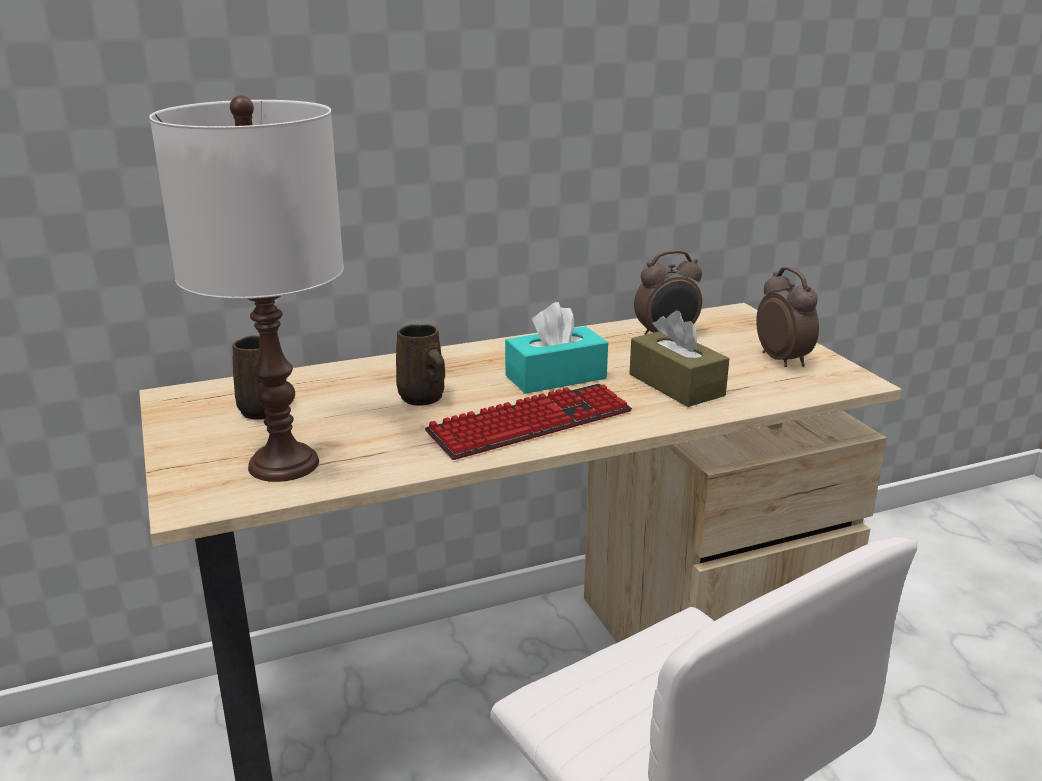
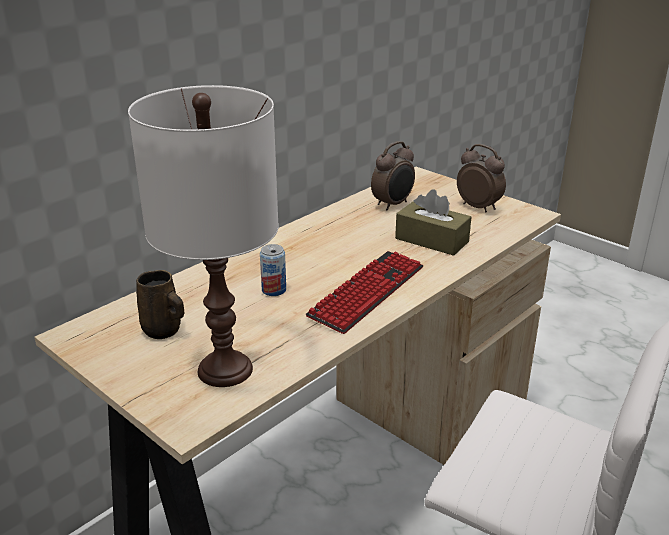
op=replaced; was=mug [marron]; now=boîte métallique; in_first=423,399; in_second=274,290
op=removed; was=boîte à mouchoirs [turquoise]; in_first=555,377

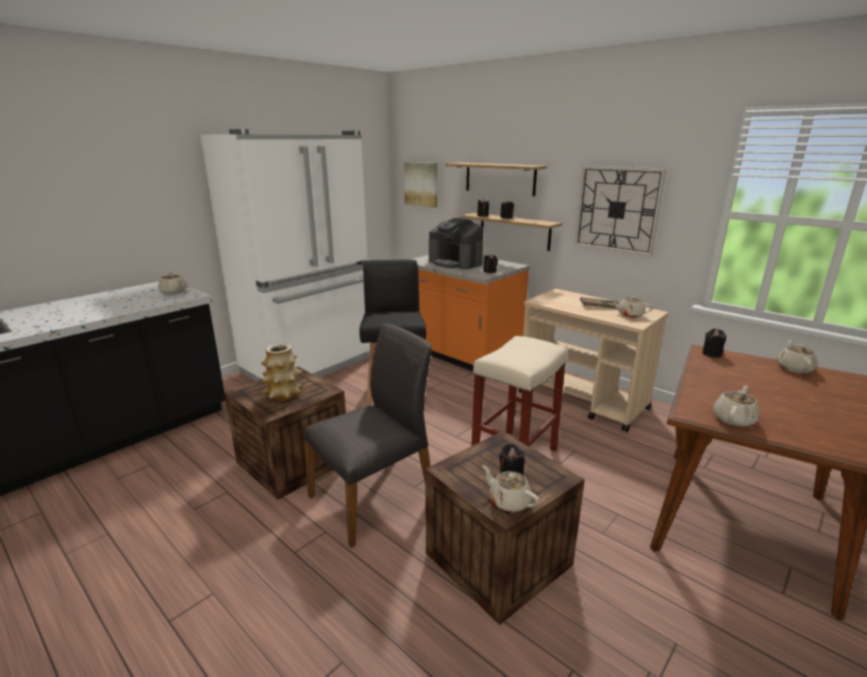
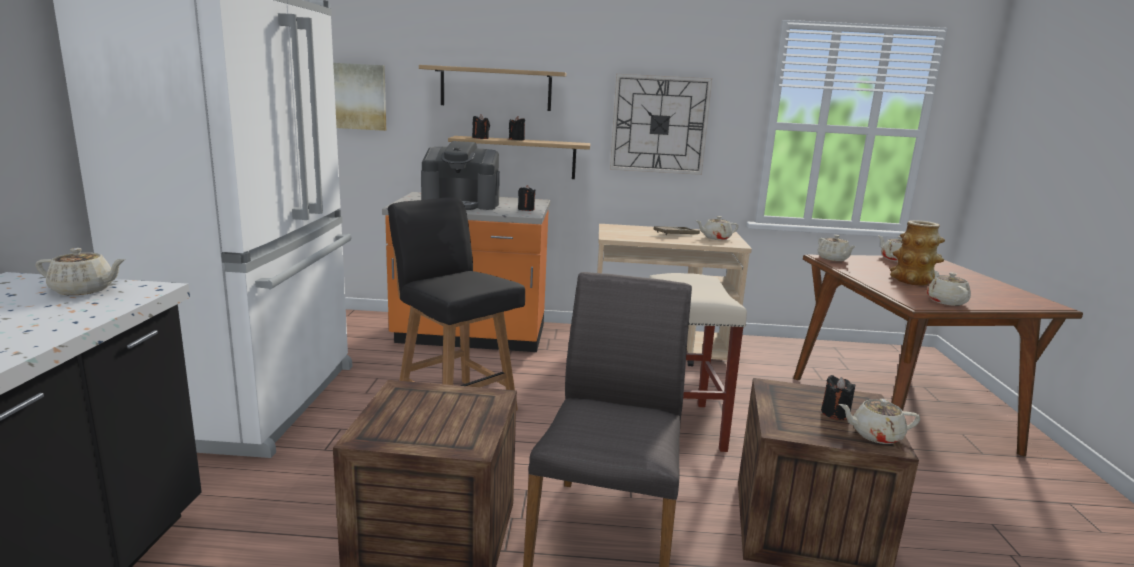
op=moved; was=vase; in_first=283,395; in_second=913,281
op=replaced; was=bougie [noir]; now=théière [beige]; in_first=711,354; in_second=833,259

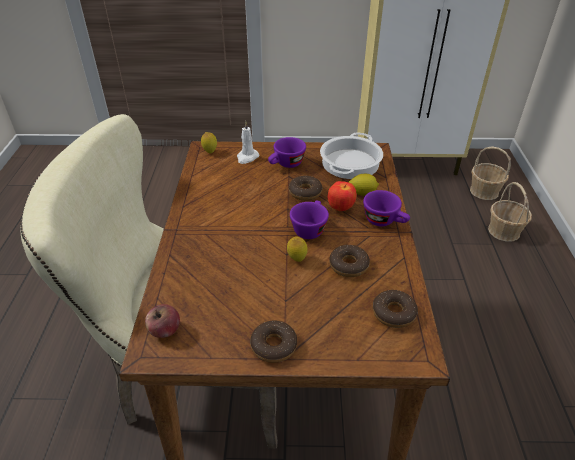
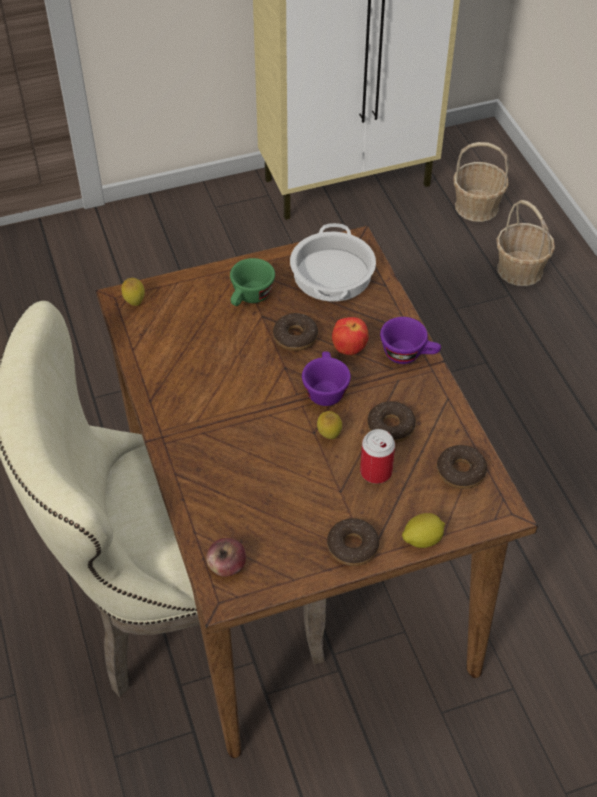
op=removed; was=bougie [blanc]; in_first=247,157
op=recoloured; was=tasse [violet]; now=tasse [vert]; in_first=286,165; in_second=250,298
op=moved; was=citron; in_first=362,193; in_second=422,539
op=added; now=boîte métallique; in_second=376,471

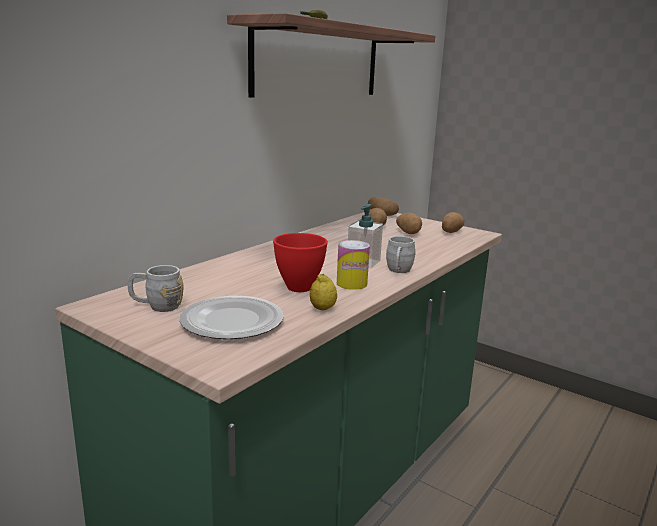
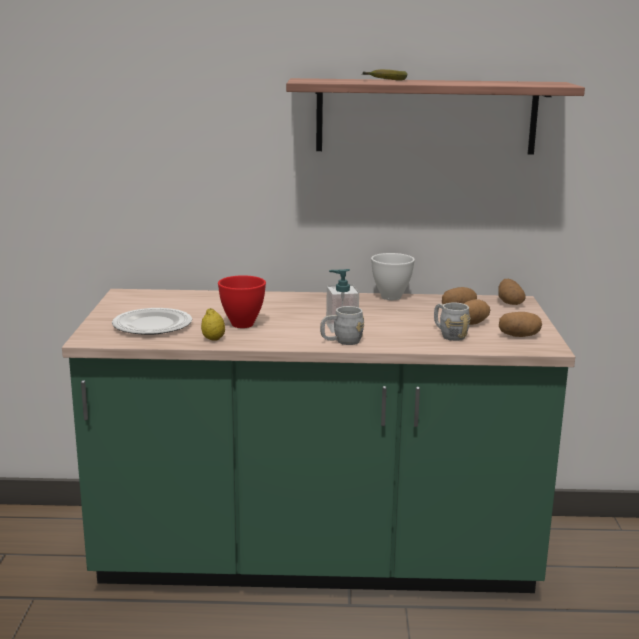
op=moved; was=mug [gris]; in_first=156,306; in_second=449,335
op=removed; was=boîte métallique; in_first=351,283
op=added; now=bol [blanc]; in_second=390,297

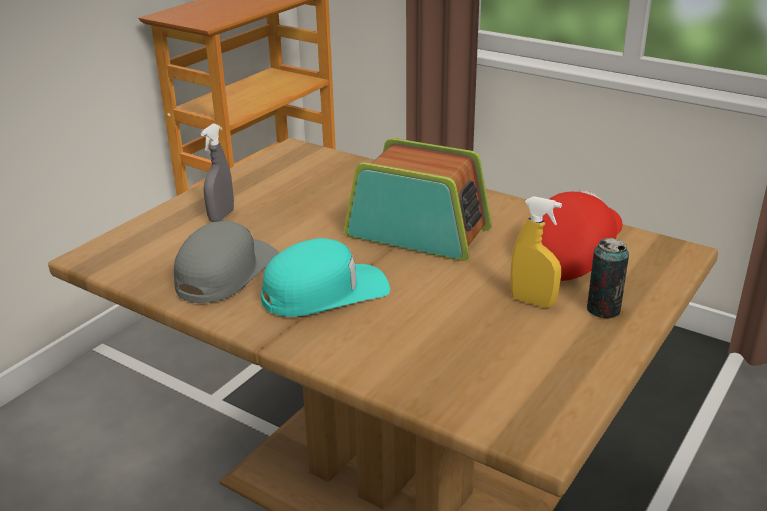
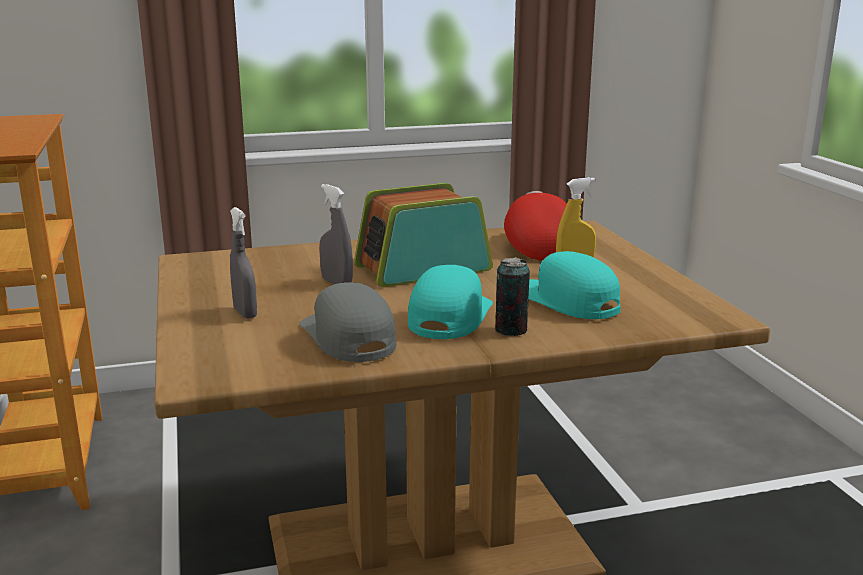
op=moved; was=boîte métallique; in_first=603,309; in_second=511,330
op=added; now=vaporisateur [gris]; in_second=336,283
op=added; now=casquette [turquoise]; in_second=565,301

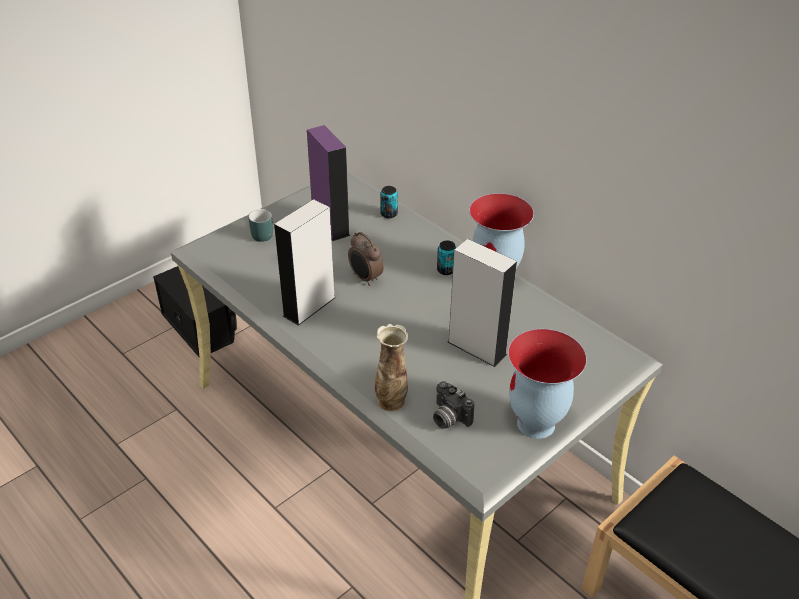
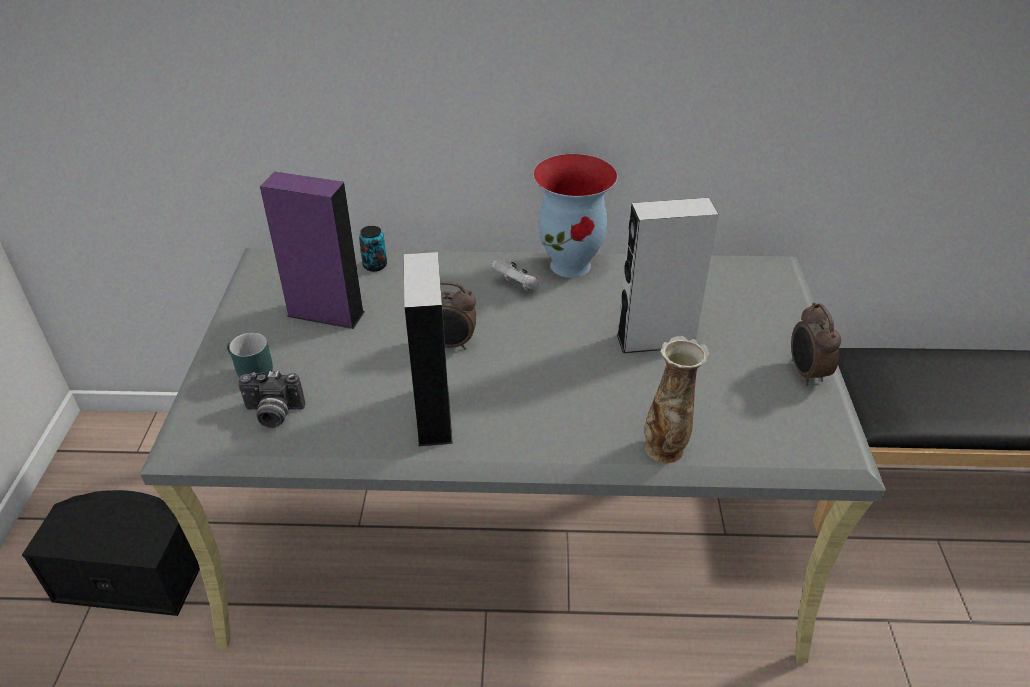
op=moved; was=appareil photo; in_first=448,418; in_second=273,414
op=replaced; was=boîte métallique; now=manette [blanc]; in_first=446,270; in_second=517,286
op=replaced; was=vase; now=réveil; in_first=536,425; in_second=806,373

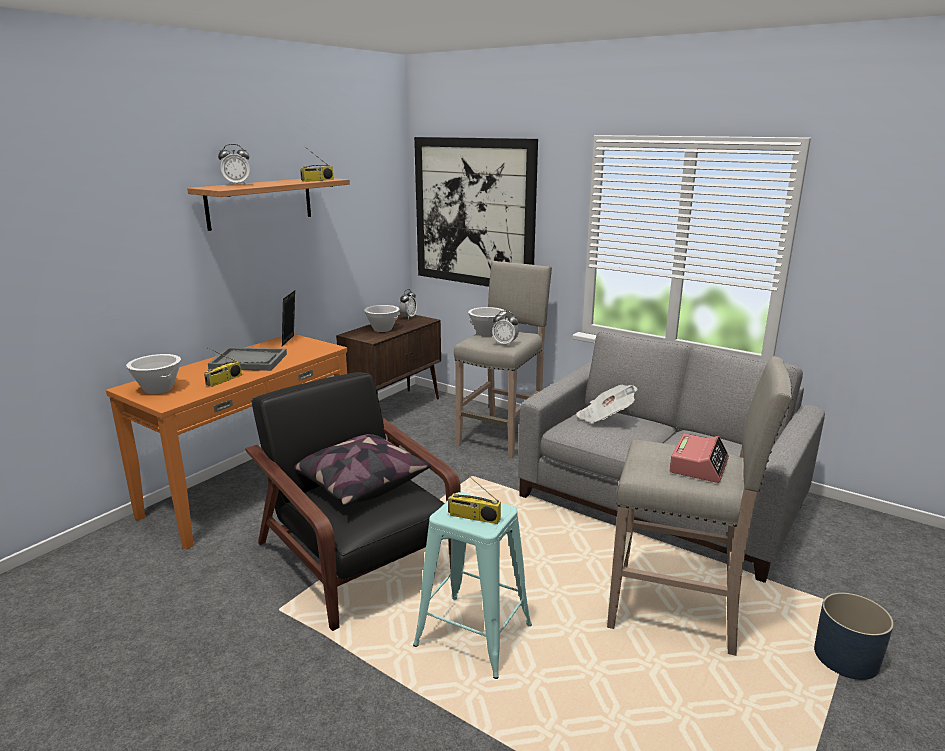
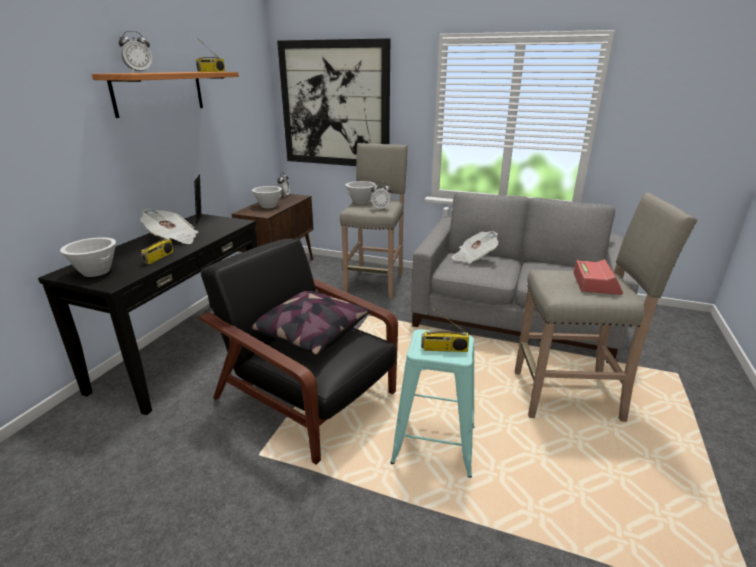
op=recoloured; was=table console [orange]; now=table console [noir]; in_first=252,487; in_second=185,350
op=replaced; was=plateau [gris]; now=journal; in_first=249,361; in_second=173,239
op=removed; was=cache-pot [bleu]; in_first=845,657

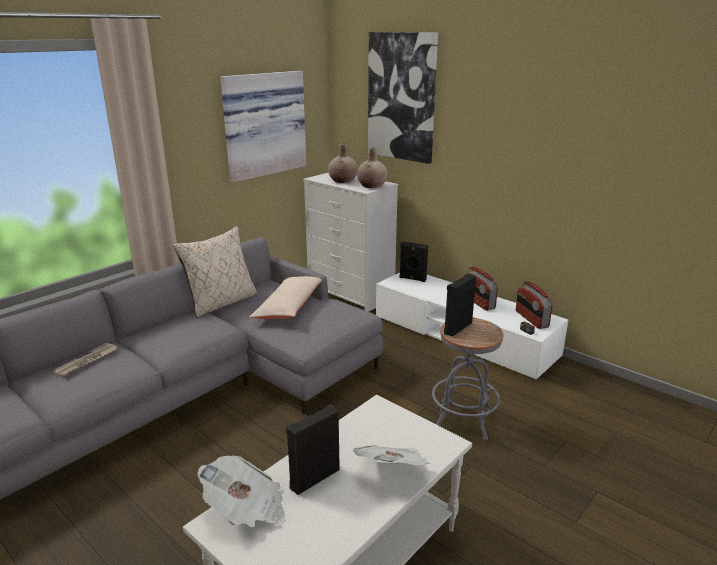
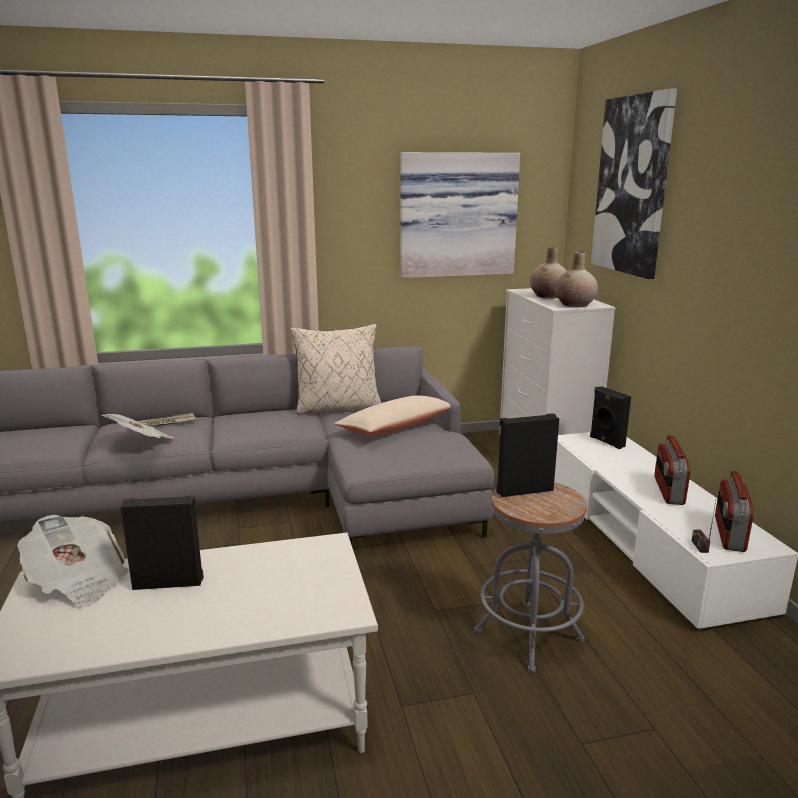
op=moved; was=journal; in_first=393,470; in_second=141,442

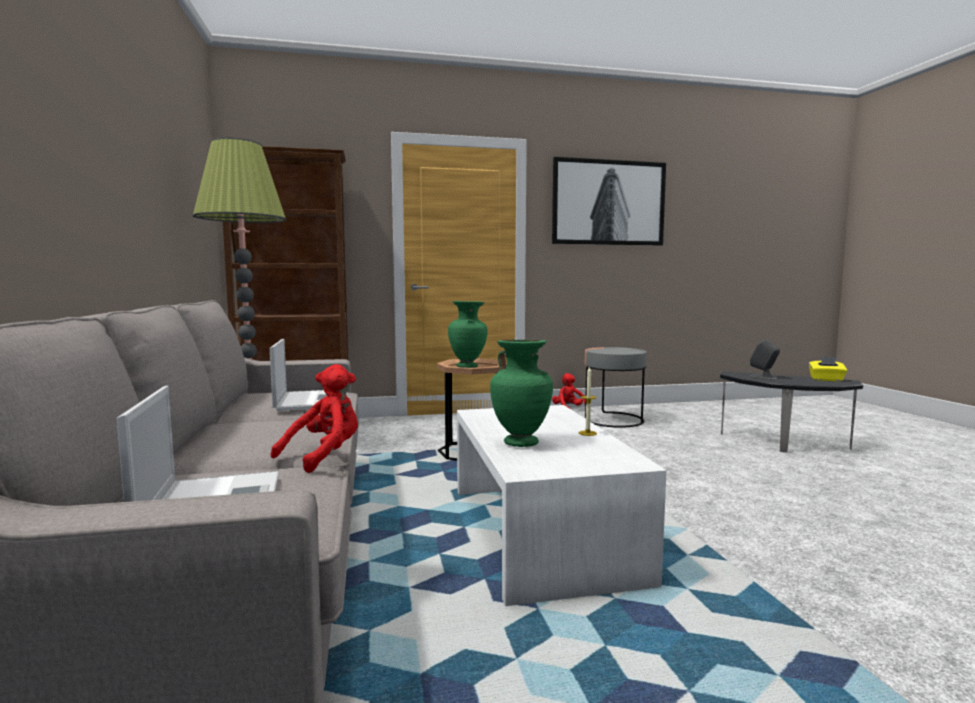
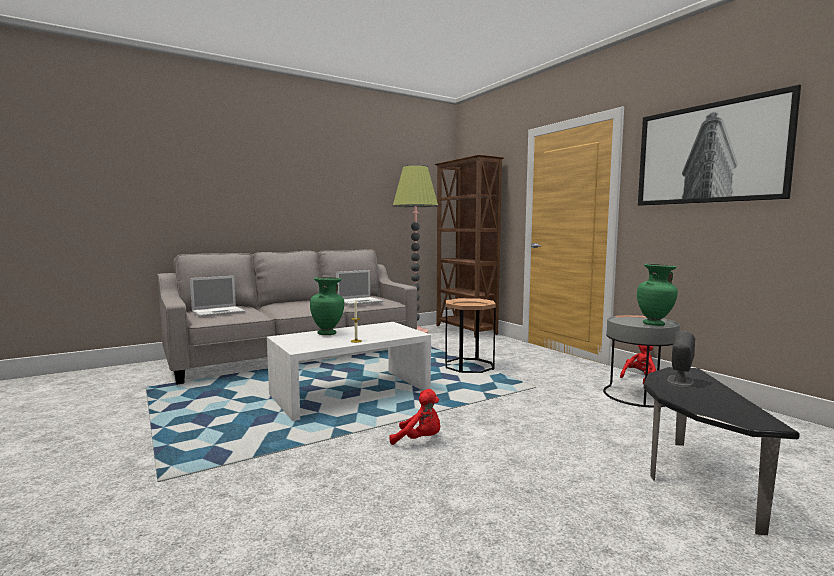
op=moved; was=peluche [rouge]; in_first=324,456; in_second=419,440
op=moved; was=vase [vert]; in_first=468,367; in_second=654,324
op=removed; was=boîte à mouchoirs [jaune]; in_first=826,380

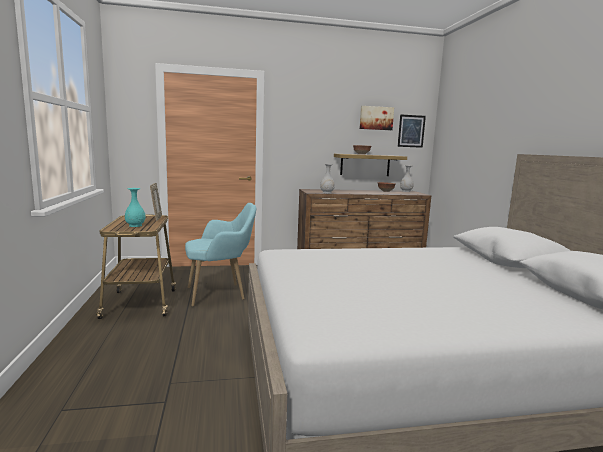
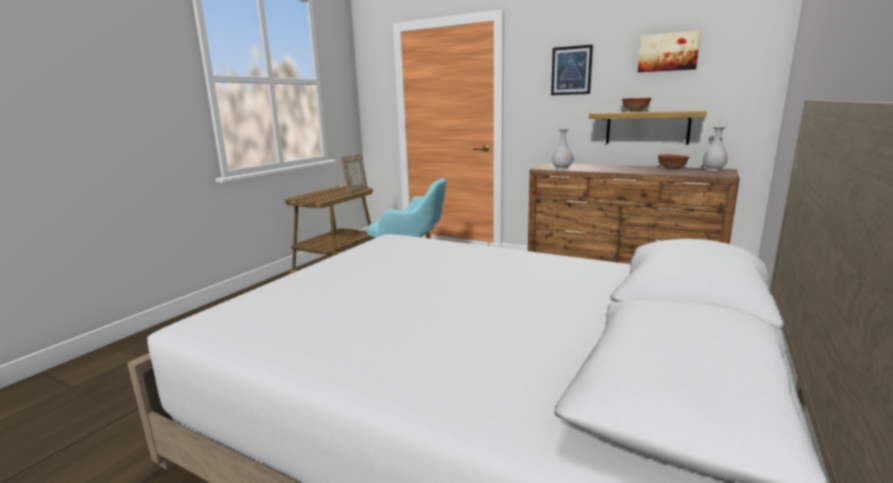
op=removed; was=vase [turquoise]; in_first=135,225
op=moved; was=tableau; in_first=411,131; in_second=571,70

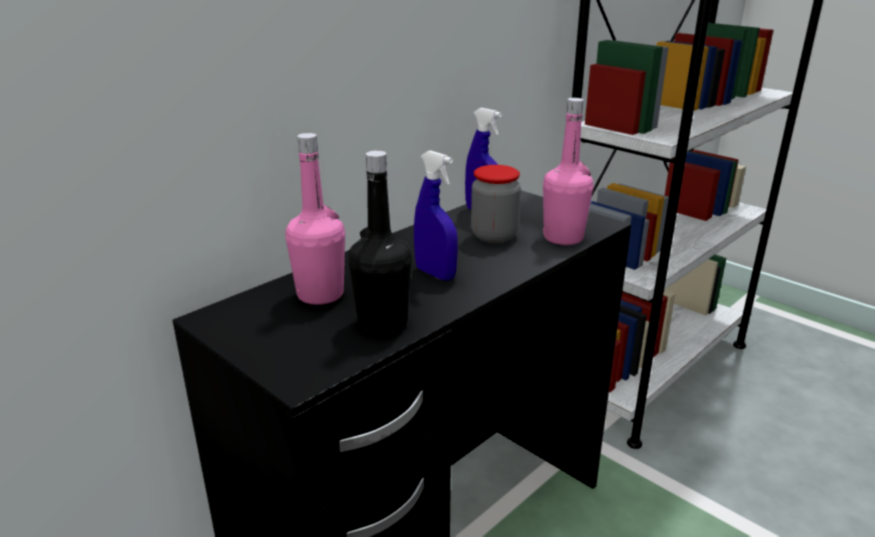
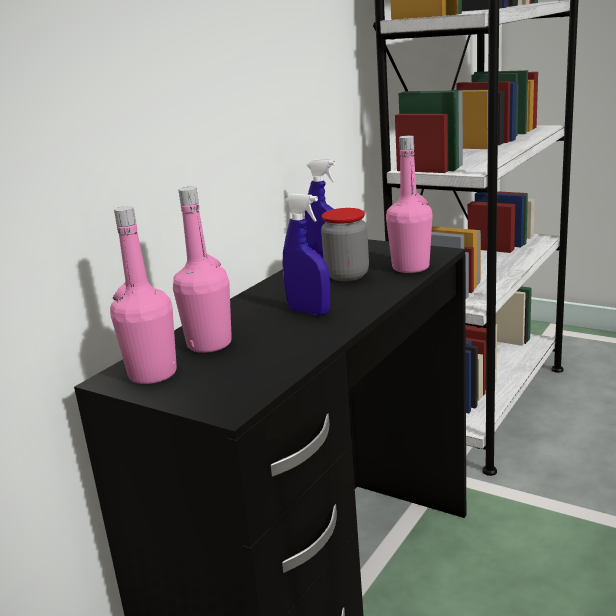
op=removed; was=bouteille [noir]; in_first=382,322
op=added; now=bouteille [rose]; in_second=152,374

